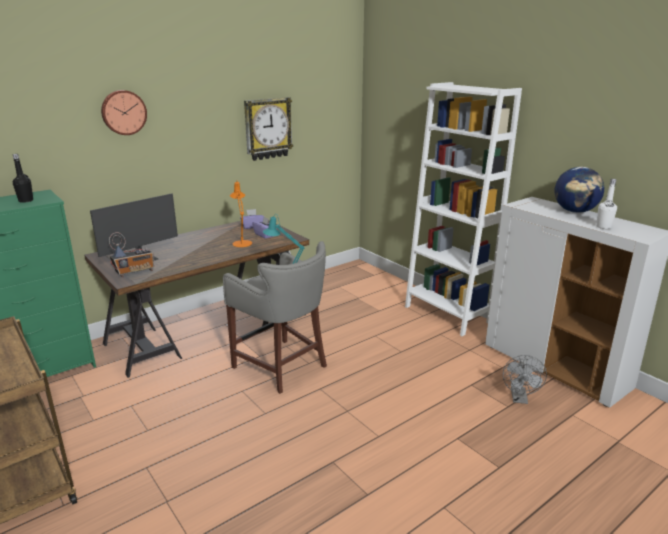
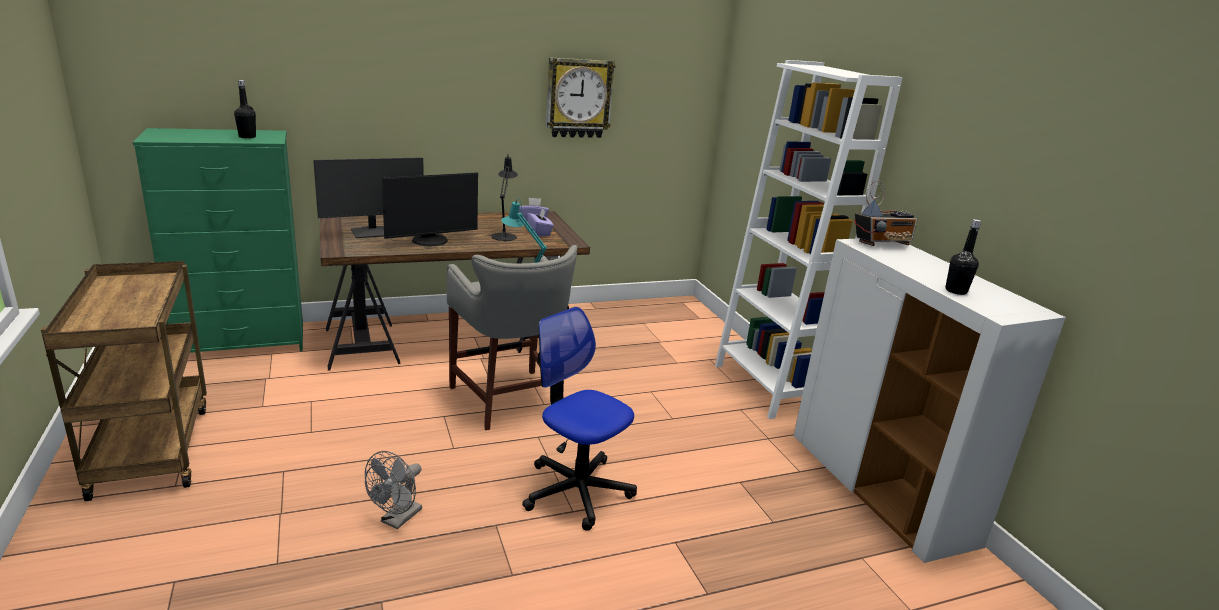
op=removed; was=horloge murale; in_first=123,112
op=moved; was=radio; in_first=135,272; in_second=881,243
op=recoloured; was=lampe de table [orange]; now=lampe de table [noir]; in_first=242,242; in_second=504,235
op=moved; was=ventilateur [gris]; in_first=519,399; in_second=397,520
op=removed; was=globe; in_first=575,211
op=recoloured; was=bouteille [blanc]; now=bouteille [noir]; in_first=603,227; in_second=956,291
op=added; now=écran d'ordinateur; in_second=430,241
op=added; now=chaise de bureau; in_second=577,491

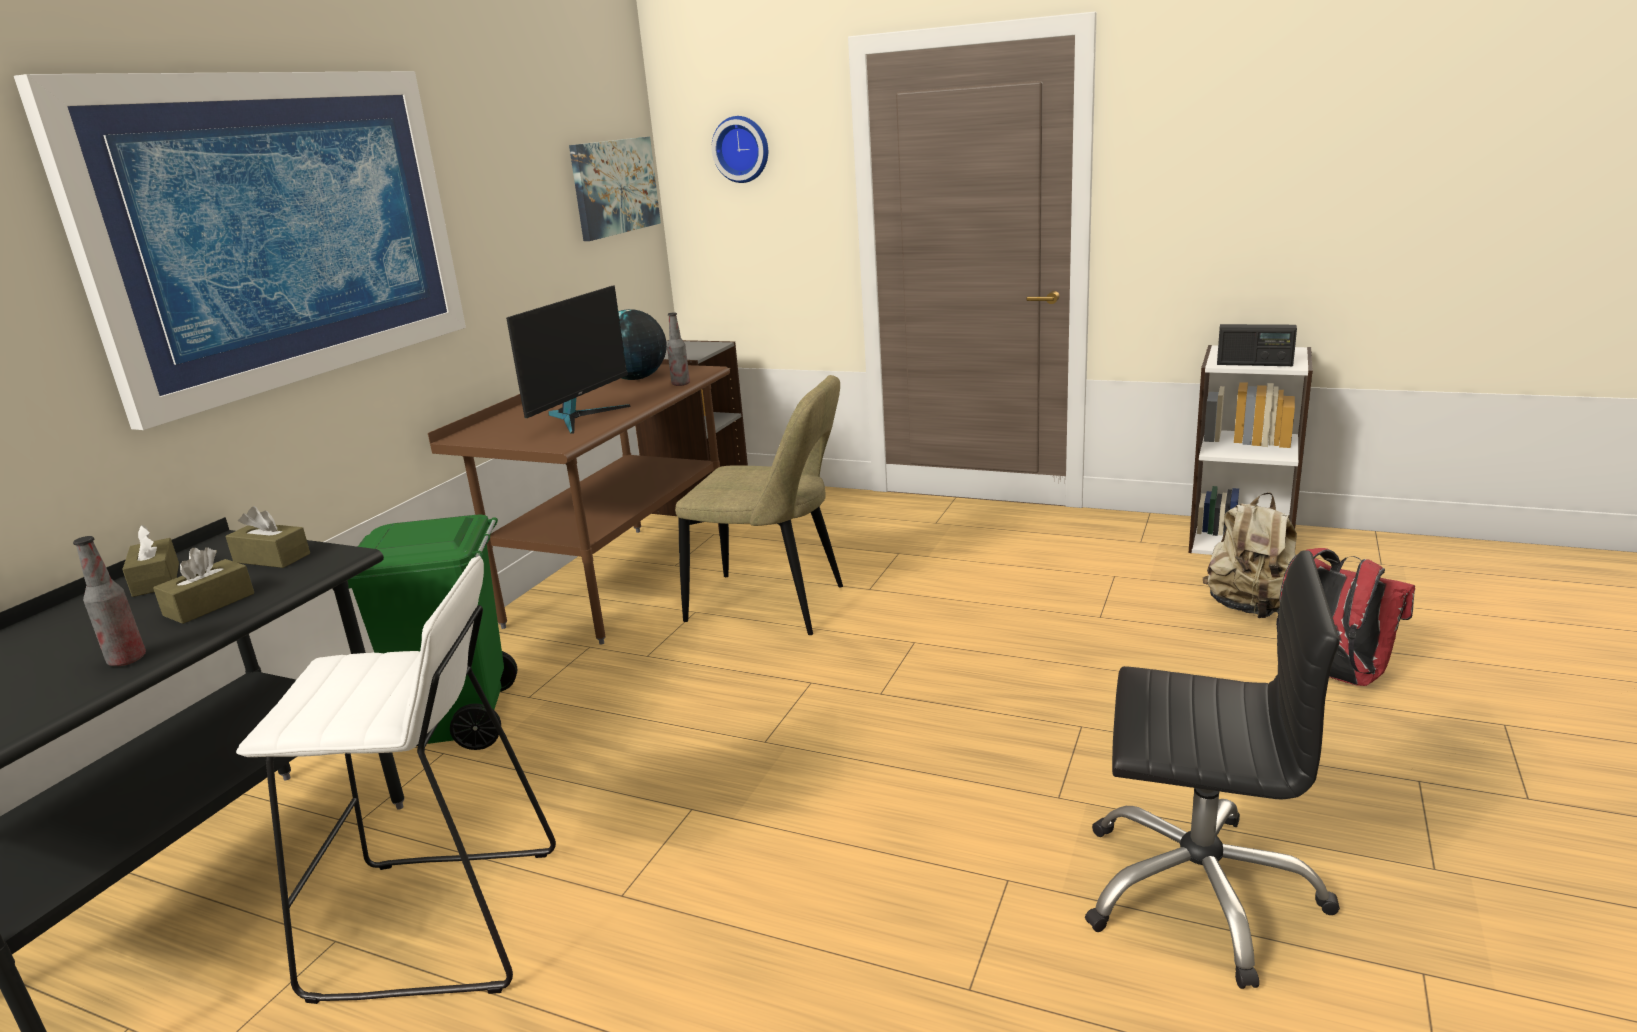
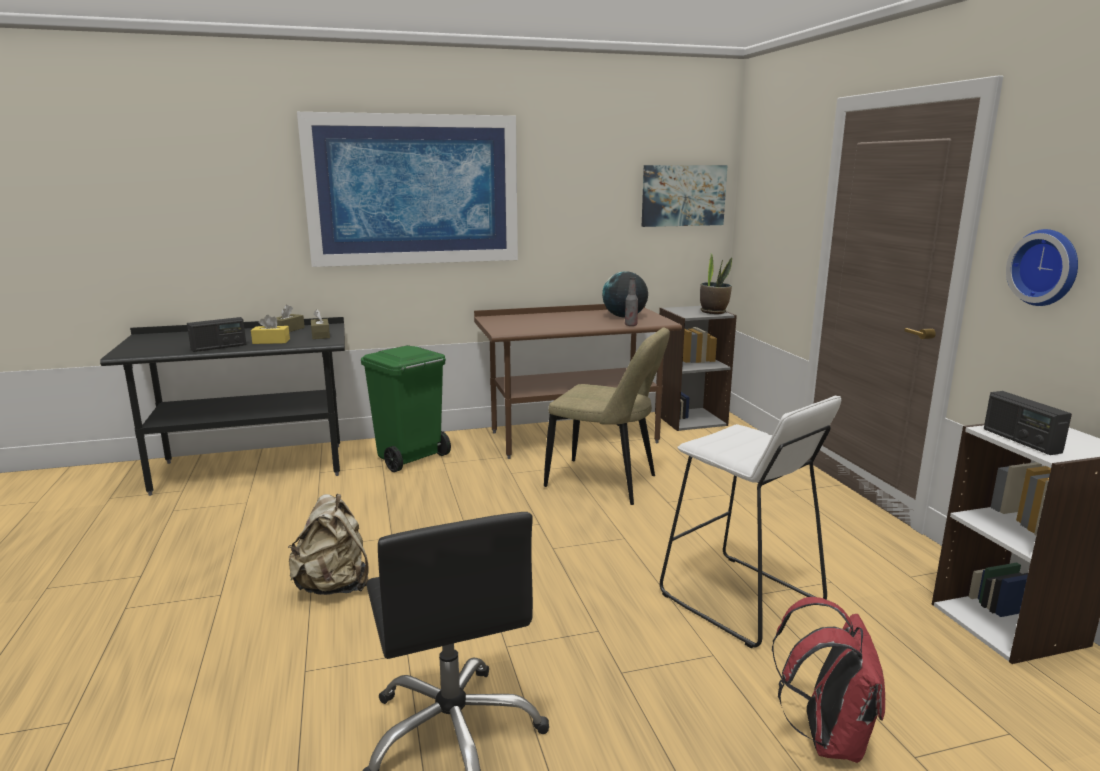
op=replaced; was=bouteille; now=radio; in_first=127,660; in_second=219,347
op=recoloured; was=boîte à mouchoirs [marron]; now=boîte à mouchoirs [jaune]; in_first=209,604; in_second=271,341
op=moved; was=tabouret [blanc]; in_first=439,924; in_second=741,600
op=removed; was=écran d'ordinateur; in_first=579,417
op=turned; was=chaise [beige]; in_first=773,605; in_second=606,483; clockwise=-45
op=moved; was=horloge murale; in_first=742,149; in_second=1046,267
op=moved; was=sac à dos [beige]; in_first=1250,608; in_second=334,586
op=added; now=plante en pot; in_second=713,312

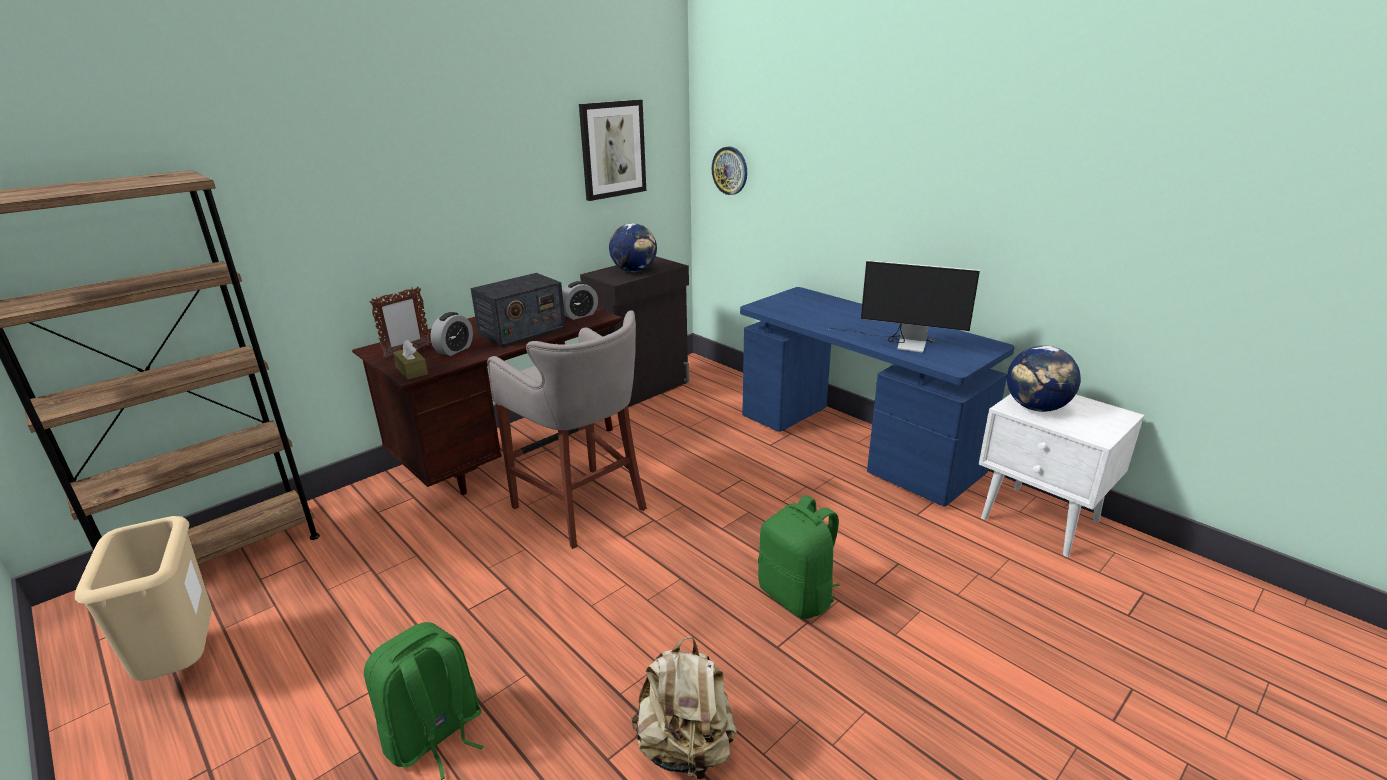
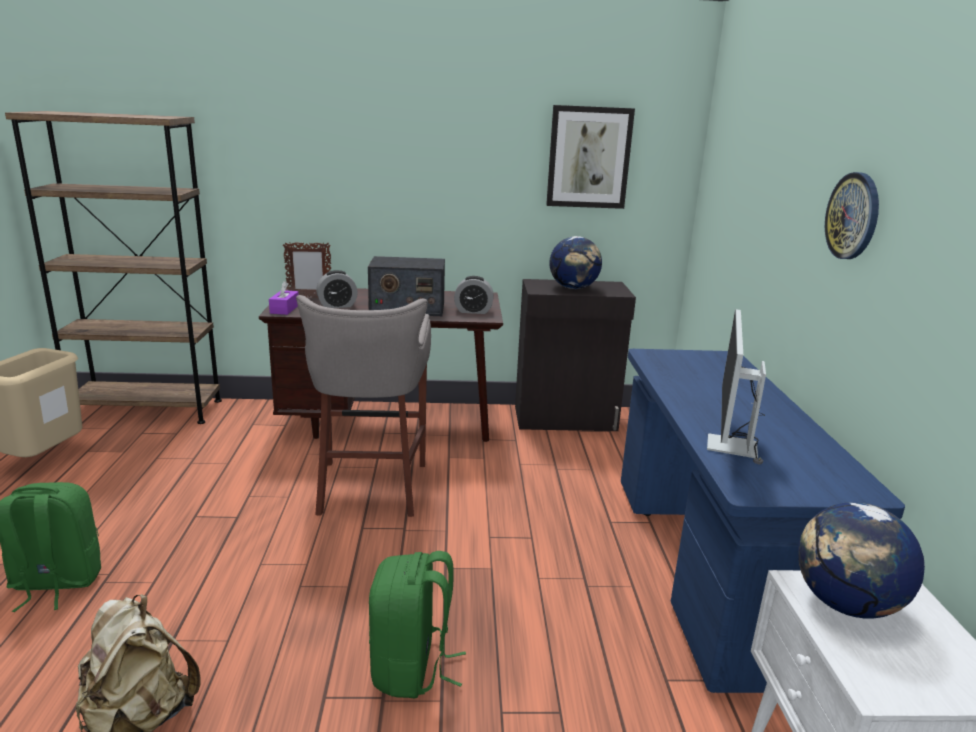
op=recoloured; was=boîte à mouchoirs [marron]; now=boîte à mouchoirs [violet]; in_first=411,370; in_second=284,309
op=moved; was=horloge murale; in_first=730,170; in_second=853,216
op=turned; was=écran d'ordinateur; in_first=900,343; in_second=735,441; clockwise=45

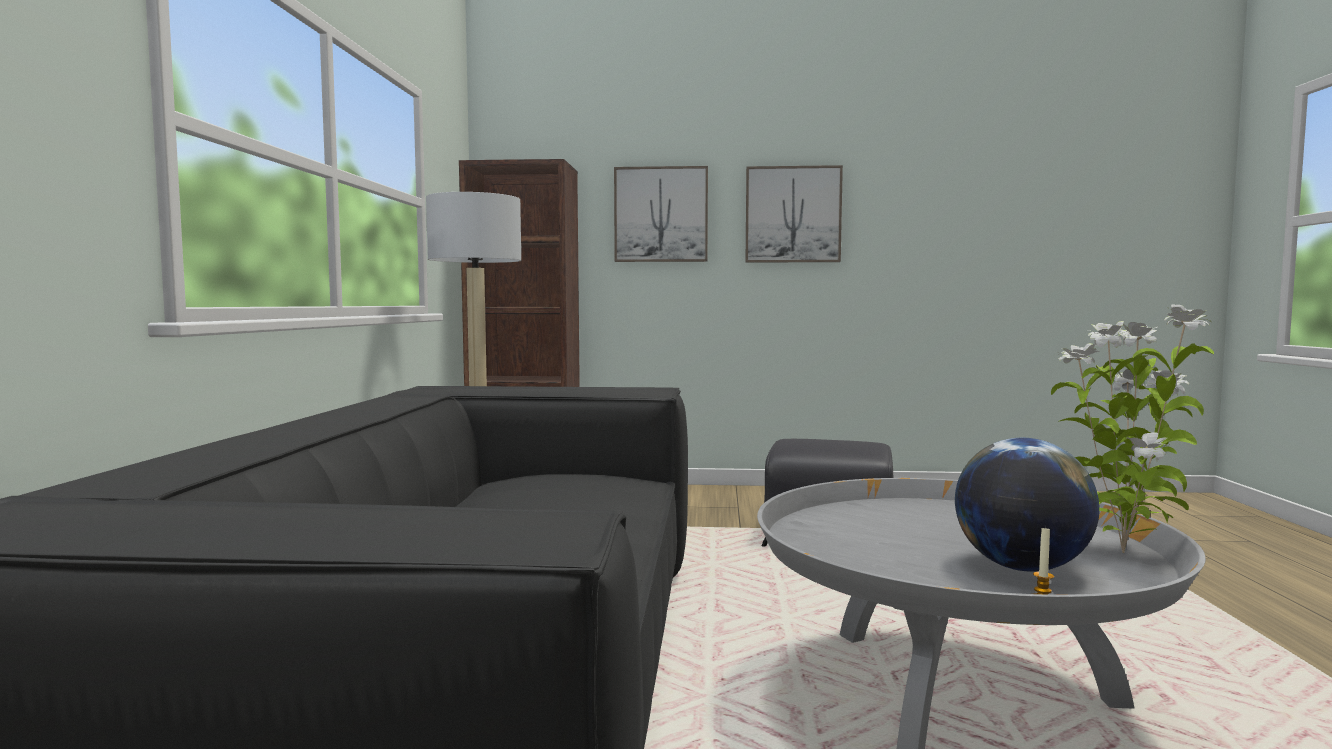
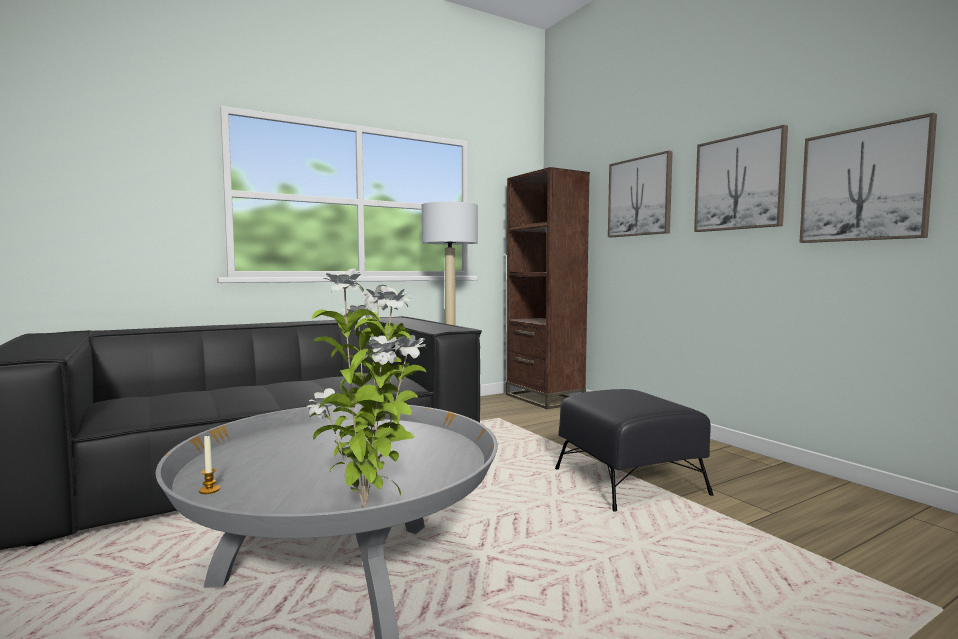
op=removed; was=globe; in_first=1021,567
op=added; now=tableau; in_second=863,184

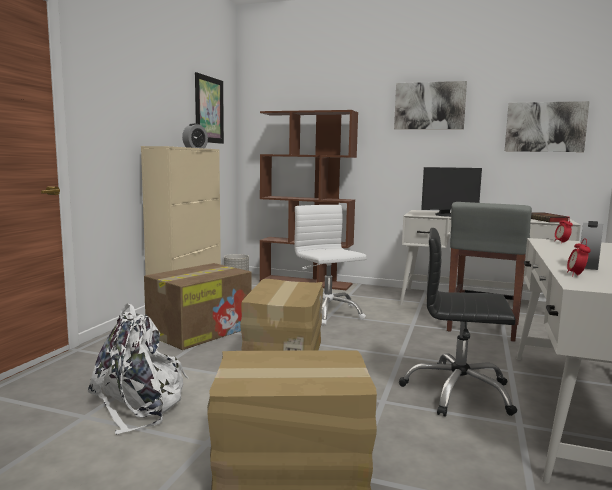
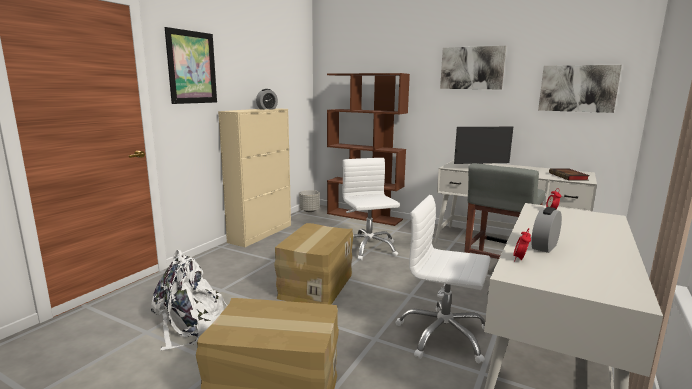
op=removed; was=carton; in_first=201,330
op=moved; was=tableau; in_first=209,110; in_second=192,67
op=recoloured; was=chaise de bureau [noir]; now=chaise de bureau [blanc]; in_first=458,392; in_second=443,335

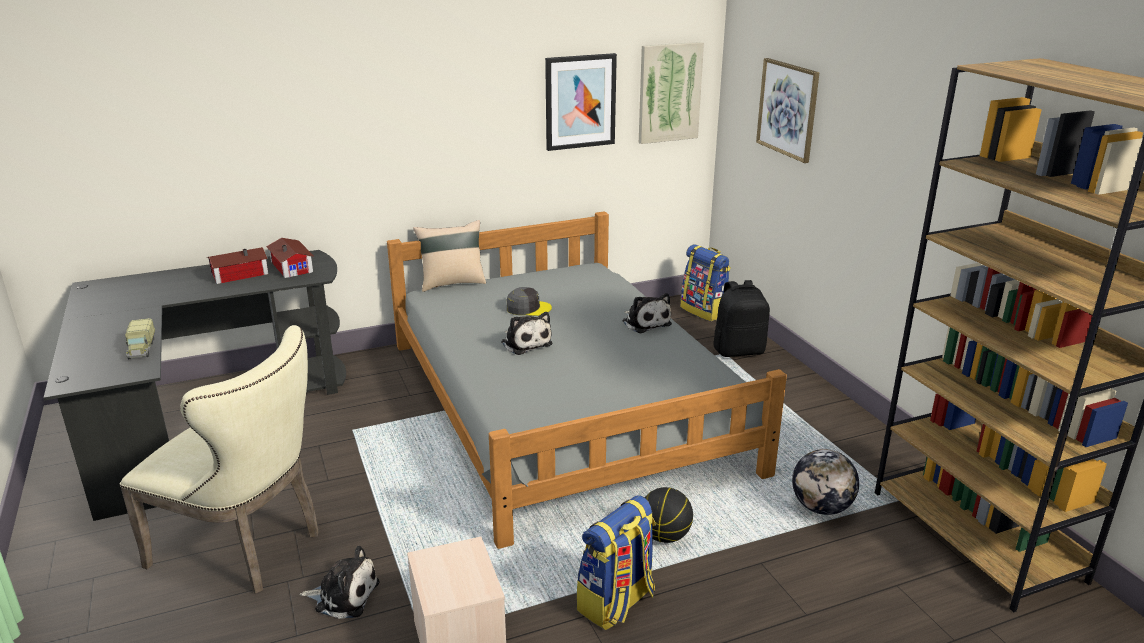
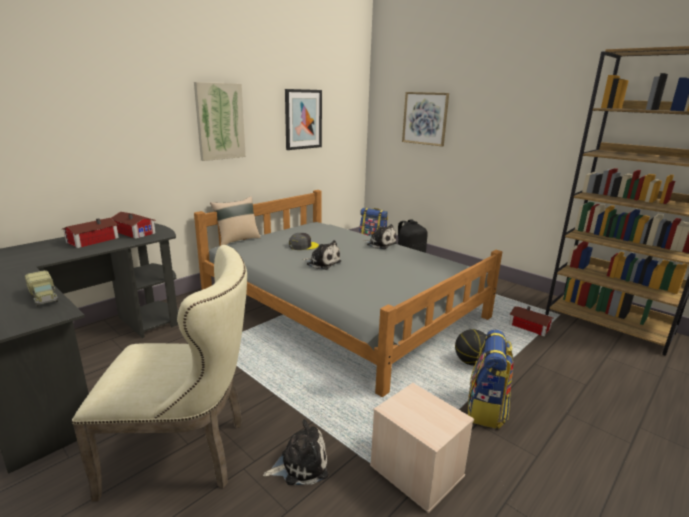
op=moved; was=tableau; in_first=669,92; in_second=220,121
op=replaced; was=globe; now=maison miniature; in_first=821,507; in_second=530,327

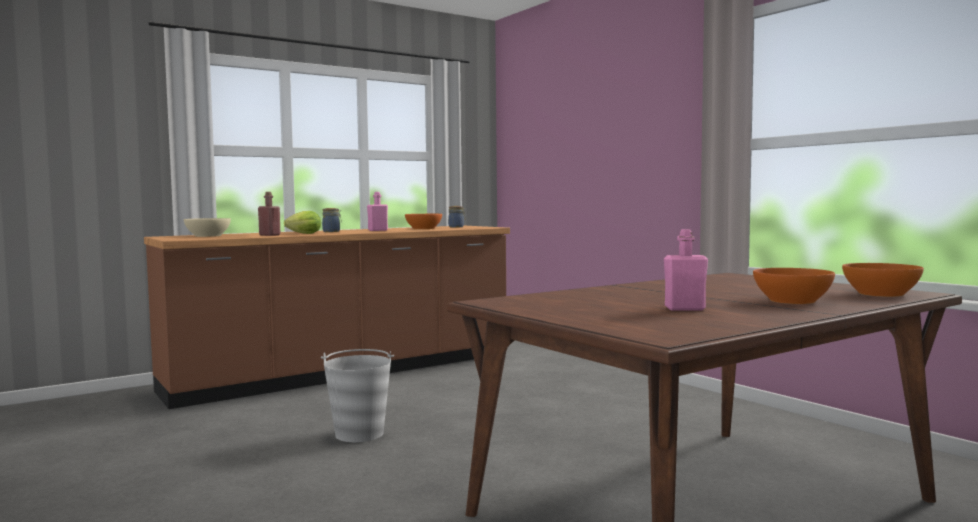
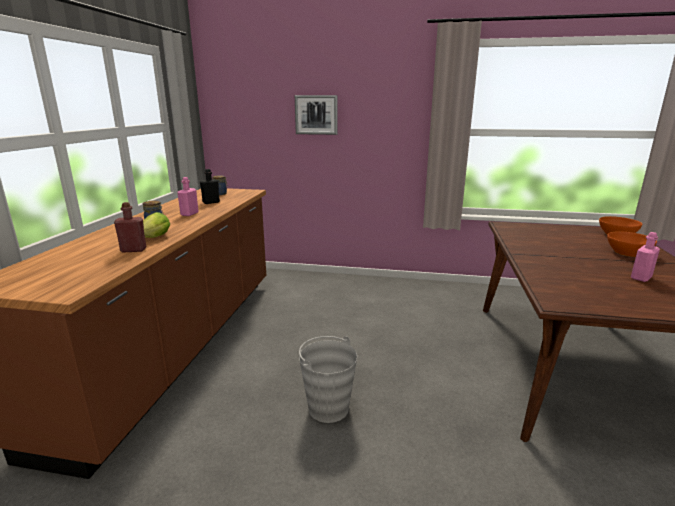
op=removed; was=bol [beige]; in_first=207,236
op=replaced; was=bol [orange]; now=bouteille [noir]; in_first=423,228; in_second=211,202
op=added; now=tableau; in_second=316,115

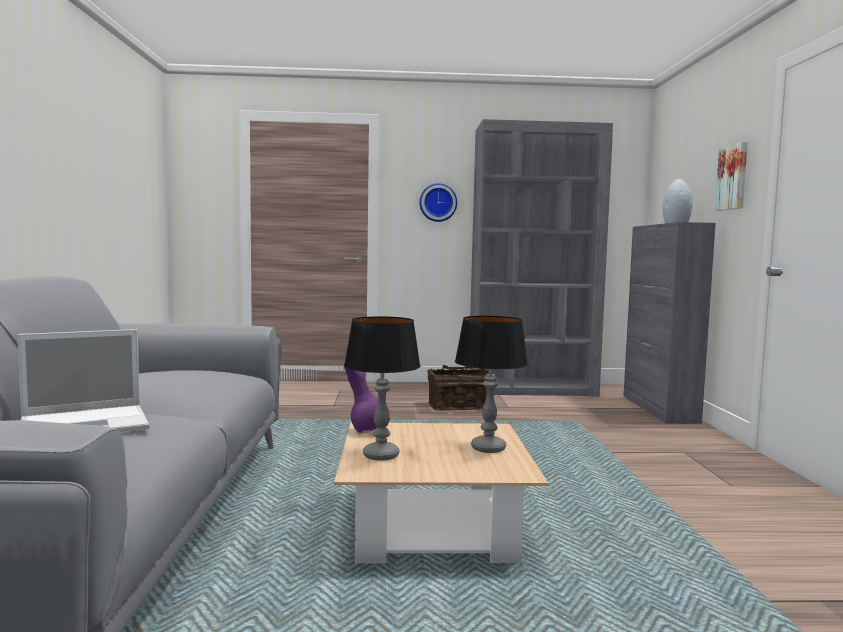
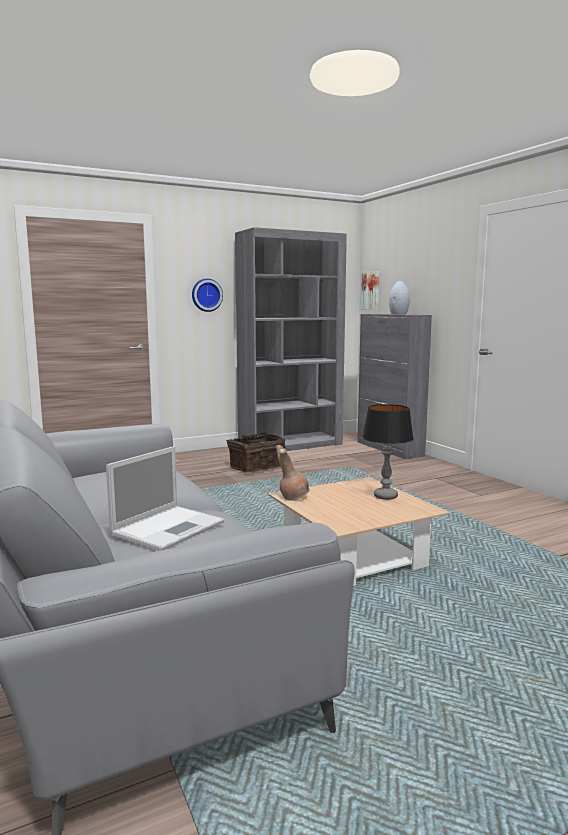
op=removed; was=lampe de table; in_first=380,455
op=recoloured; was=vase [violet]; now=vase [marron]; in_first=368,431; in_second=292,497
op=moved; was=tableau; in_first=733,177; in_second=371,290

